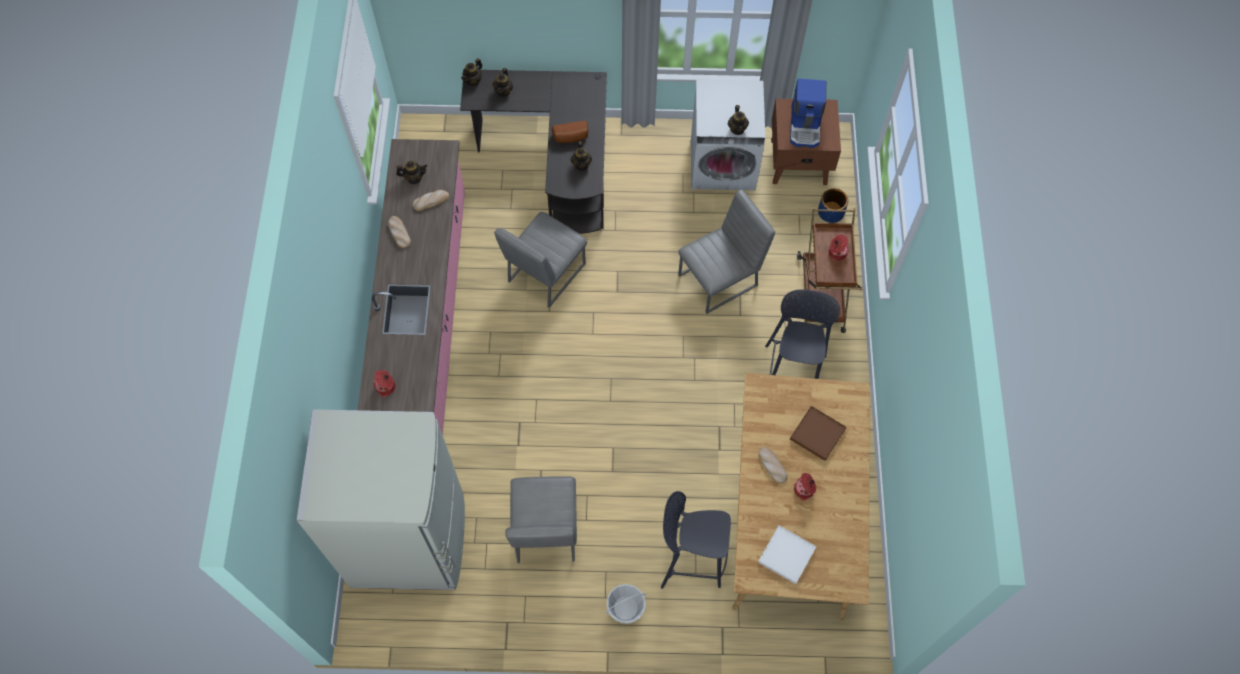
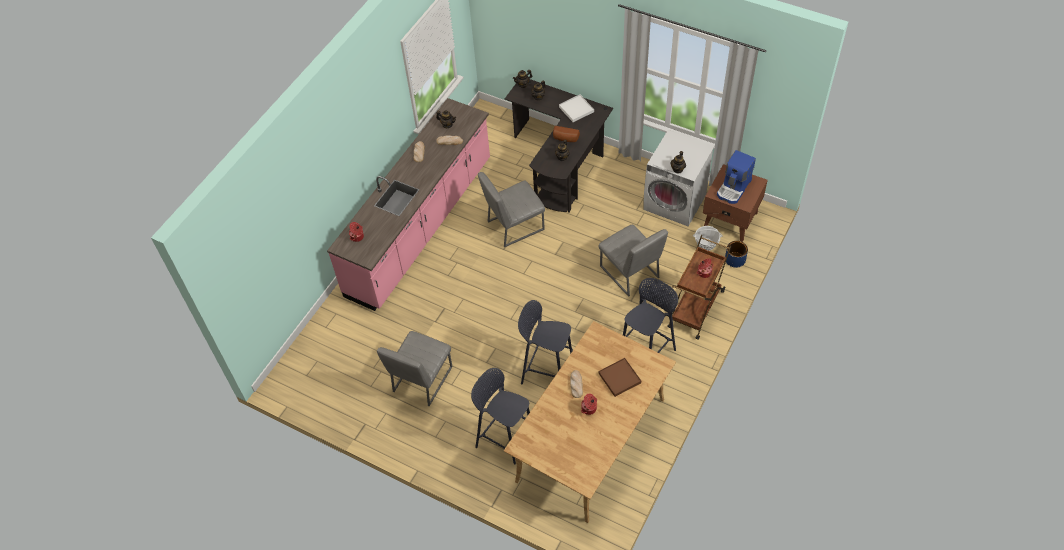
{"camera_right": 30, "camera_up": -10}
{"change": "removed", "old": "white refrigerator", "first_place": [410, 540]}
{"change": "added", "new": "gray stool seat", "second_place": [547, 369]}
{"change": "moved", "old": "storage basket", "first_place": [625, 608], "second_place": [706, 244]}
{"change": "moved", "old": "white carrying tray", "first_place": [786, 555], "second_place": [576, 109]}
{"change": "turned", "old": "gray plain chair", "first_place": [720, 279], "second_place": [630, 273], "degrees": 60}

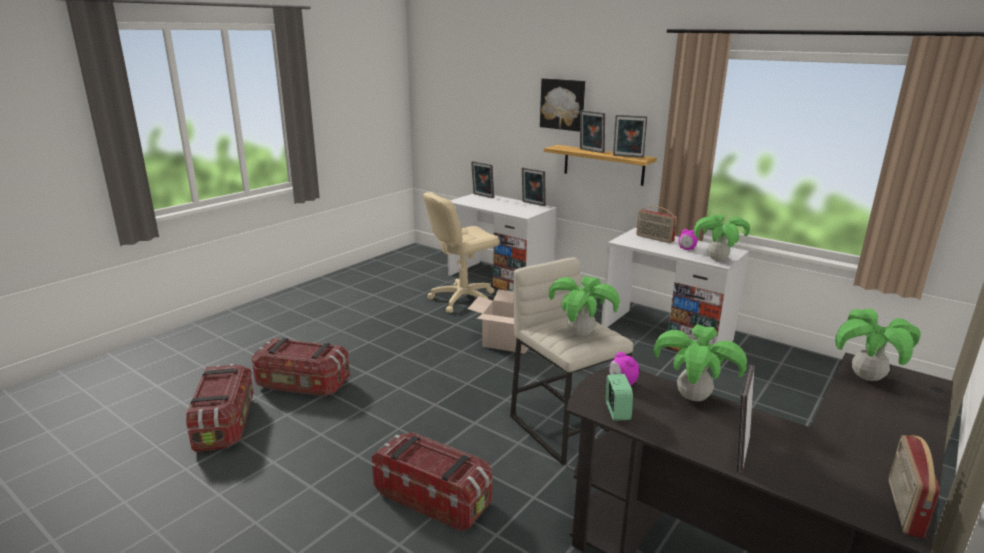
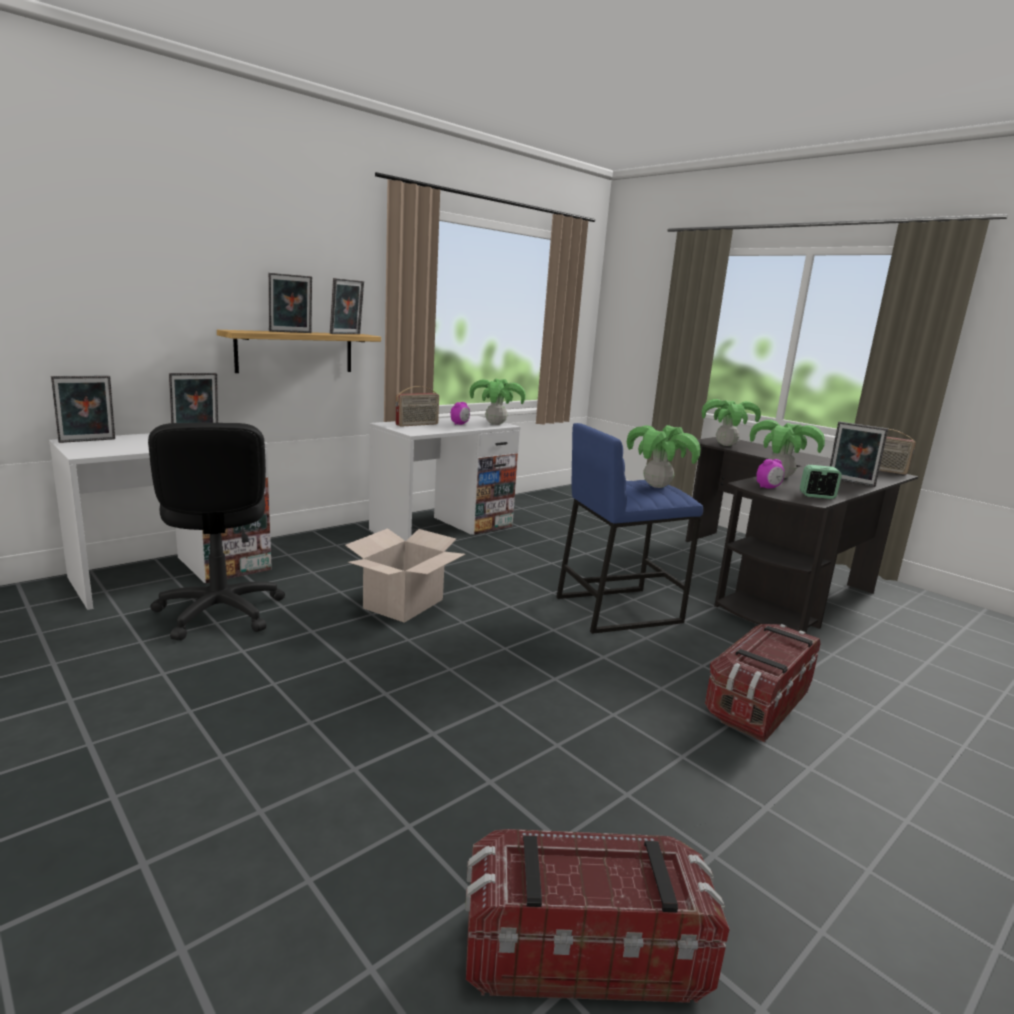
{"camera_right": -80, "camera_up": -5}
{"change": "removed", "old": "storage bin", "first_place": [302, 385]}
{"change": "removed", "old": "picture", "first_place": [563, 104]}
{"change": "recoloured", "old": "sand-coloured desk chair", "new": "blackish desk chair", "first_place": [463, 299], "second_place": [219, 612]}
{"change": "recoloured", "old": "sand-coloured stool seat", "new": "blue-coloured stool seat", "first_place": [564, 428], "second_place": [618, 609]}

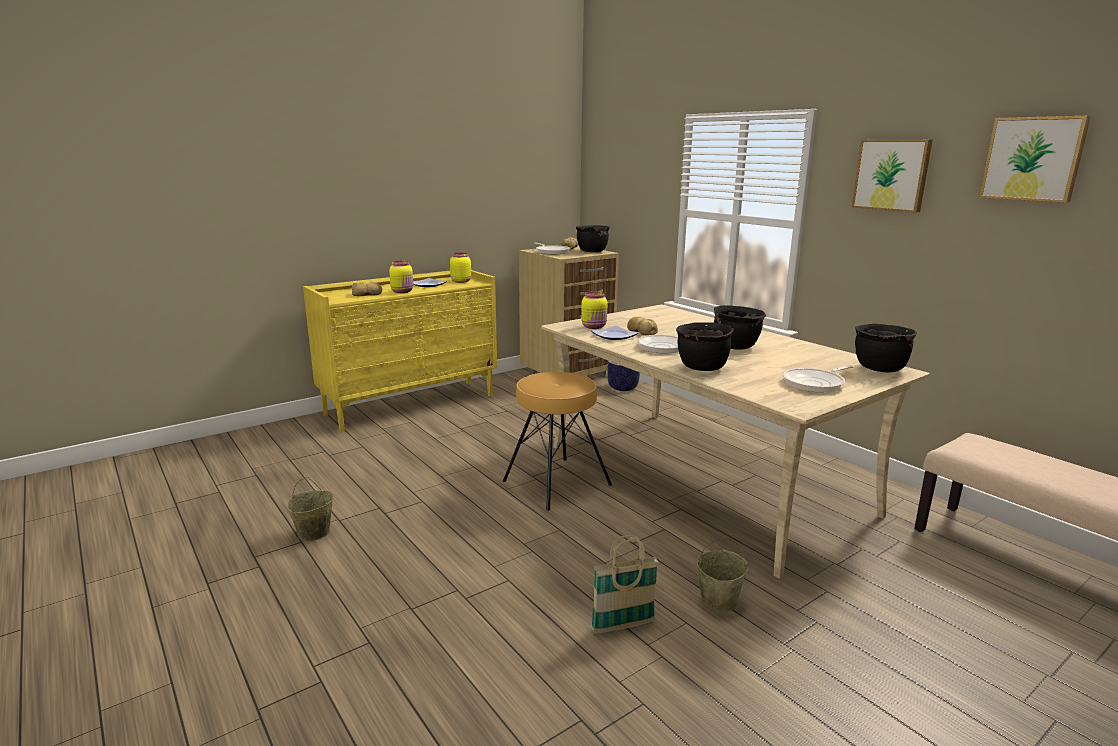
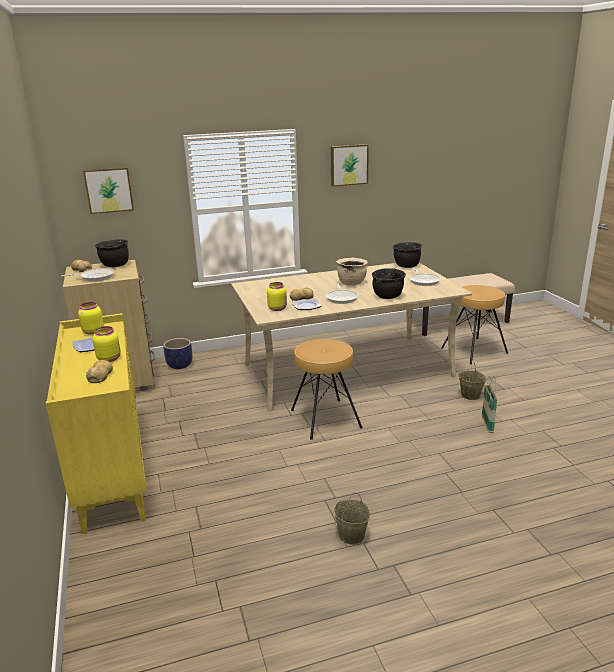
{"camera_right": -70, "camera_up": 5}
{"change": "added", "new": "brown-coloured stool seat", "second_place": [474, 351]}
{"change": "moved", "old": "picture", "first_place": [1033, 159], "second_place": [109, 190]}
{"change": "recoloured", "old": "blackish cooking pot", "new": "sand-coloured cooking pot", "first_place": [735, 346], "second_place": [351, 283]}

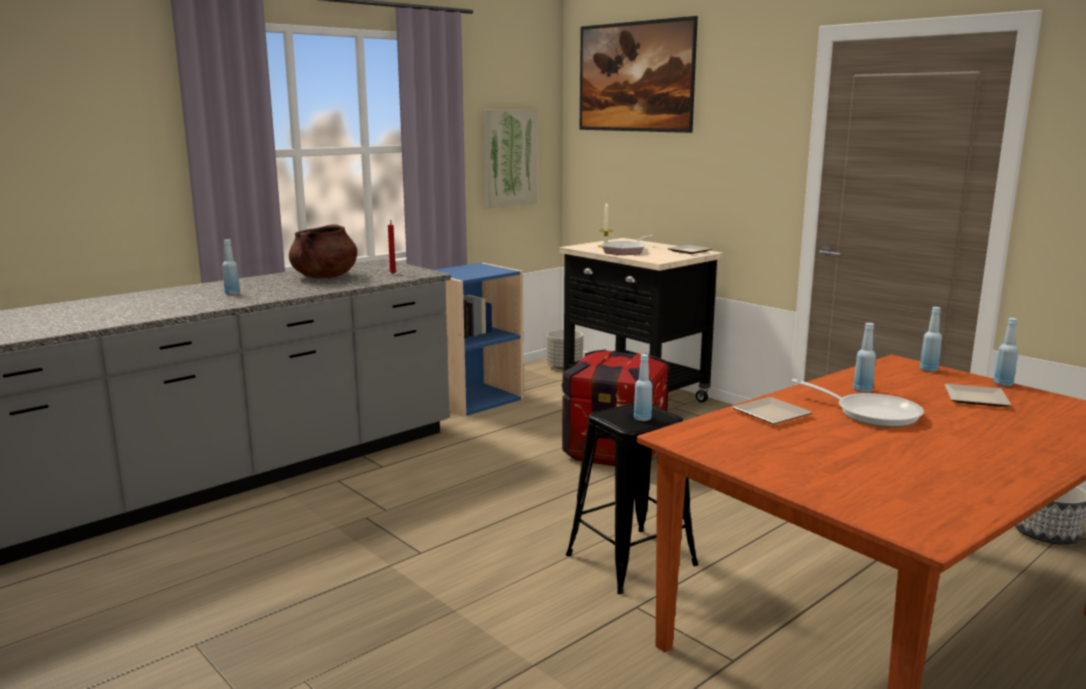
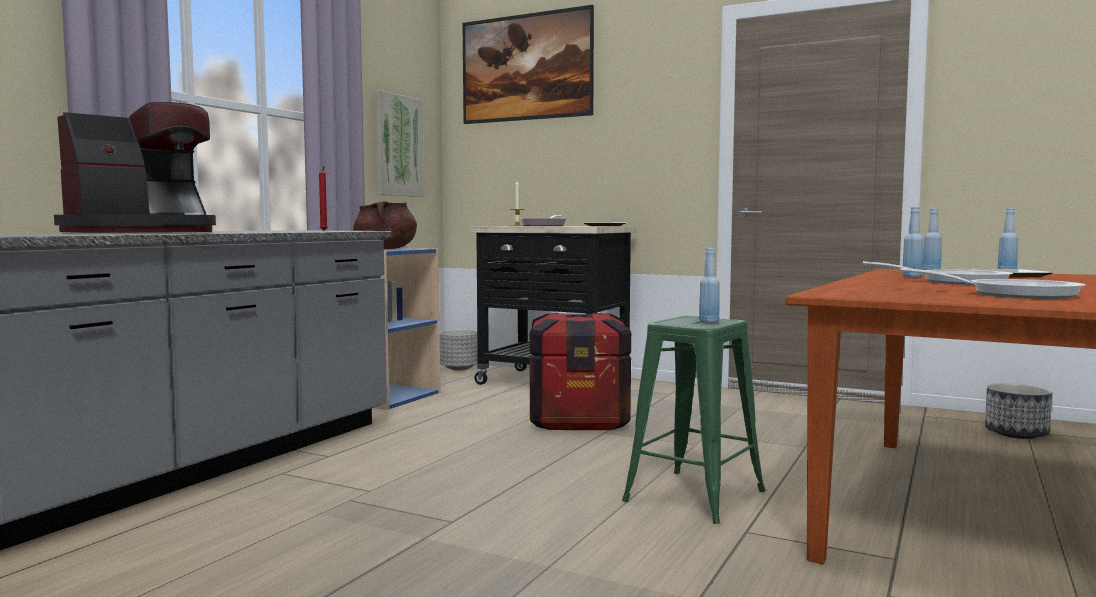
{"camera_right": -20, "camera_up": -10}
{"change": "removed", "old": "dinner plate", "first_place": [771, 413]}
{"change": "added", "new": "frying pan", "second_place": [1012, 294]}
{"change": "moved", "old": "brown-coloured cooking pot", "first_place": [324, 277], "second_place": [385, 249]}
{"change": "replaced", "old": "blue-coloured beverage bottle", "new": "coffee brewer", "first_place": [232, 294], "second_place": [143, 232]}
{"change": "recoloured", "old": "blackish stool seat", "new": "green stool seat", "first_place": [631, 560], "second_place": [694, 496]}

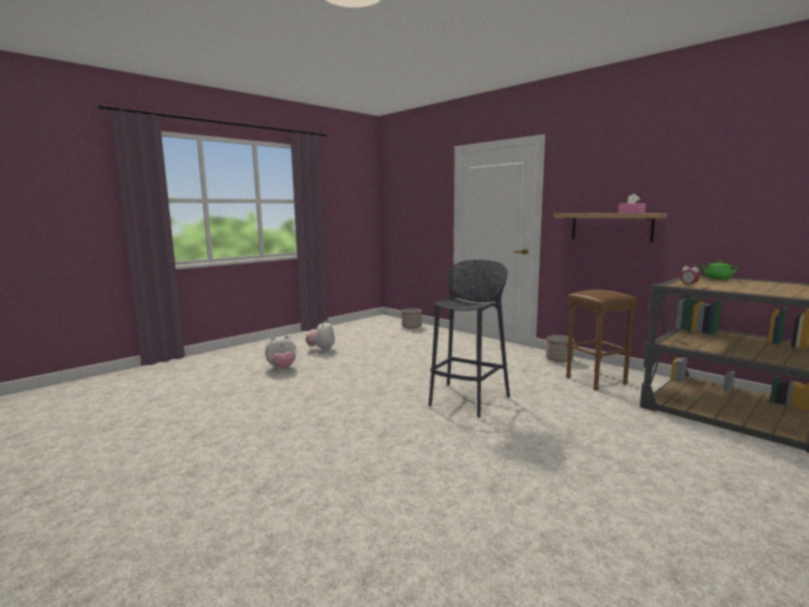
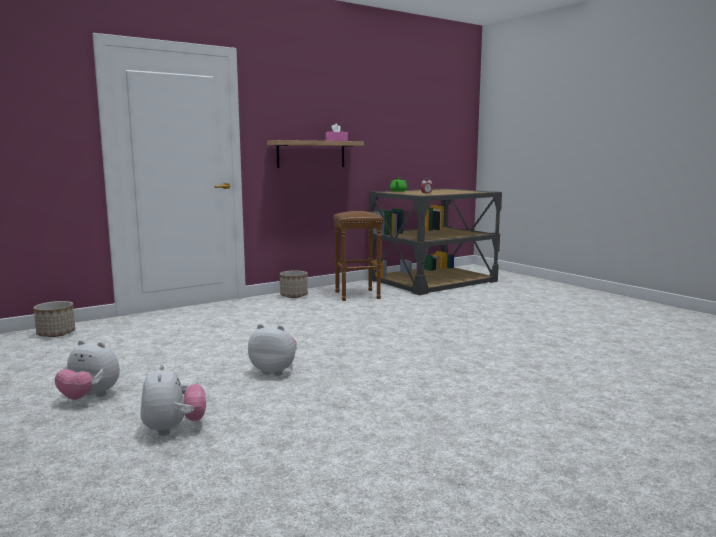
{"camera_right": -80, "camera_up": 0}
{"change": "removed", "old": "gray stool seat", "first_place": [467, 399]}
{"change": "added", "new": "soft toy", "second_place": [274, 371]}

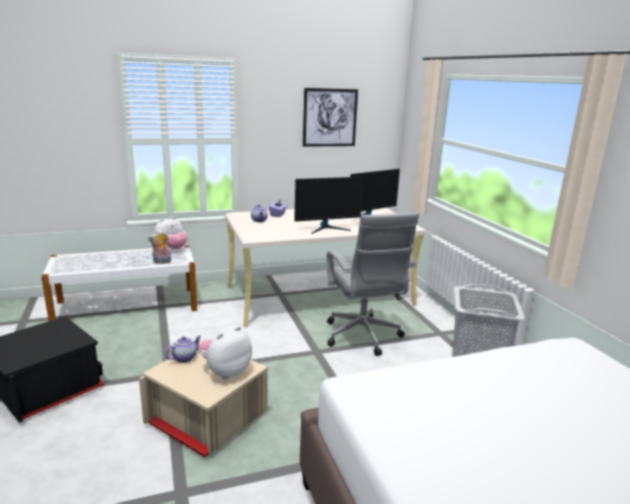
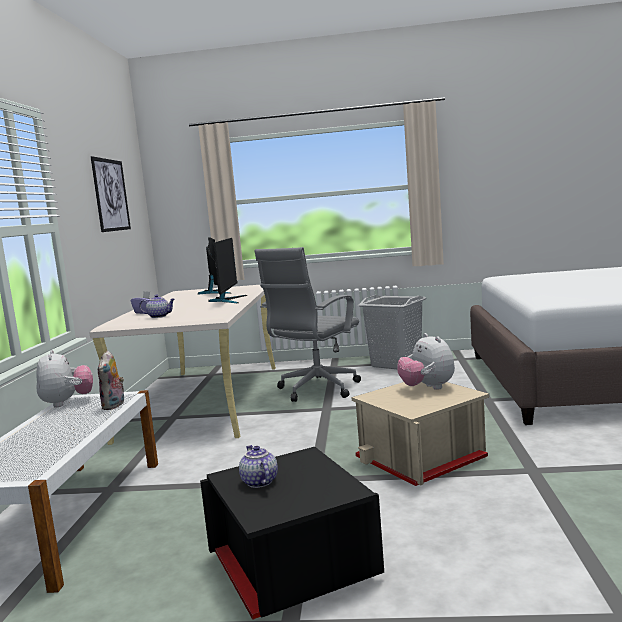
{"camera_right": -65, "camera_up": -10}
{"change": "moved", "old": "tea pot", "first_place": [184, 358], "second_place": [258, 482]}
{"change": "turned", "old": "gray desk chair", "first_place": [363, 337], "second_place": [316, 390], "degrees": 120}

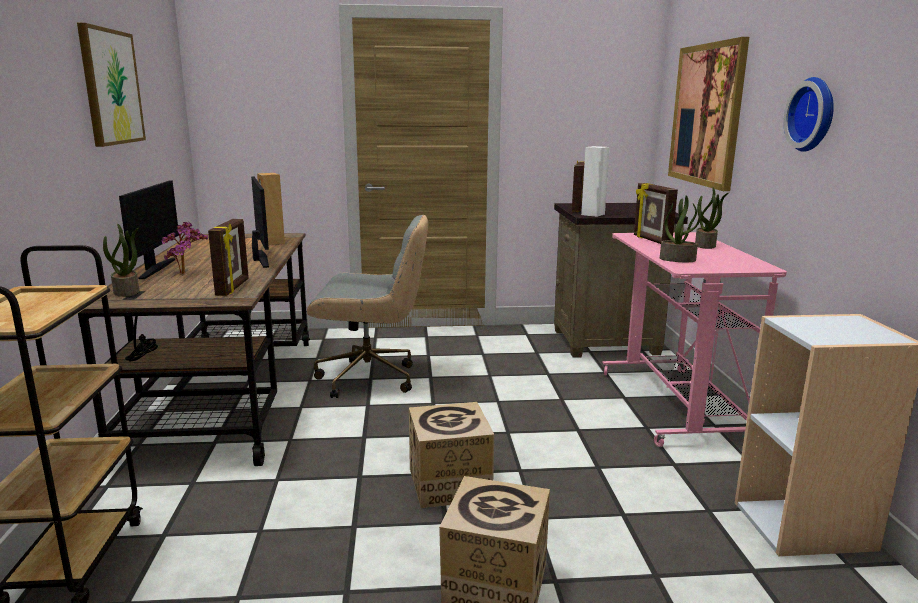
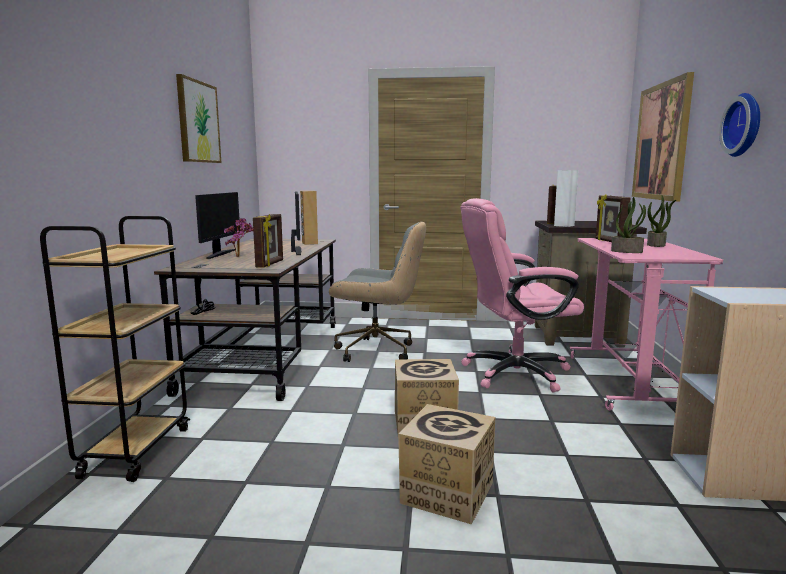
{"camera_right": 10, "camera_up": -5}
{"change": "removed", "old": "plant in a pot", "first_place": [127, 292]}
{"change": "added", "new": "pink-coloured desk chair", "second_place": [516, 373]}

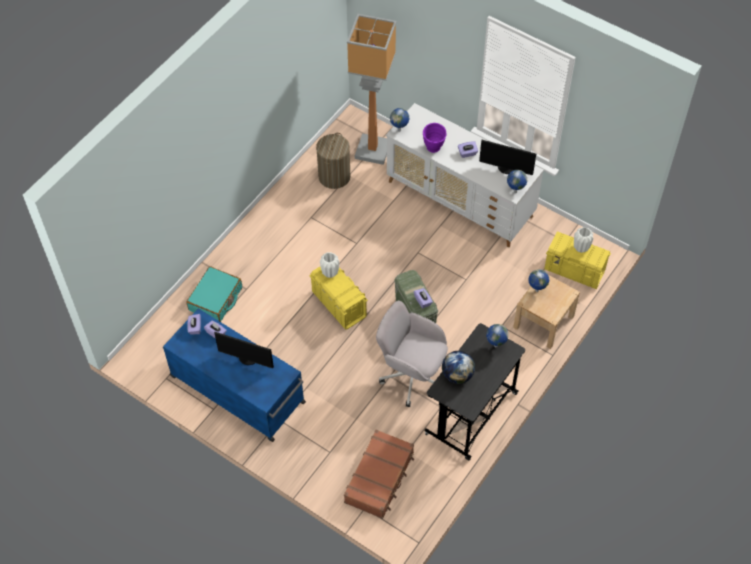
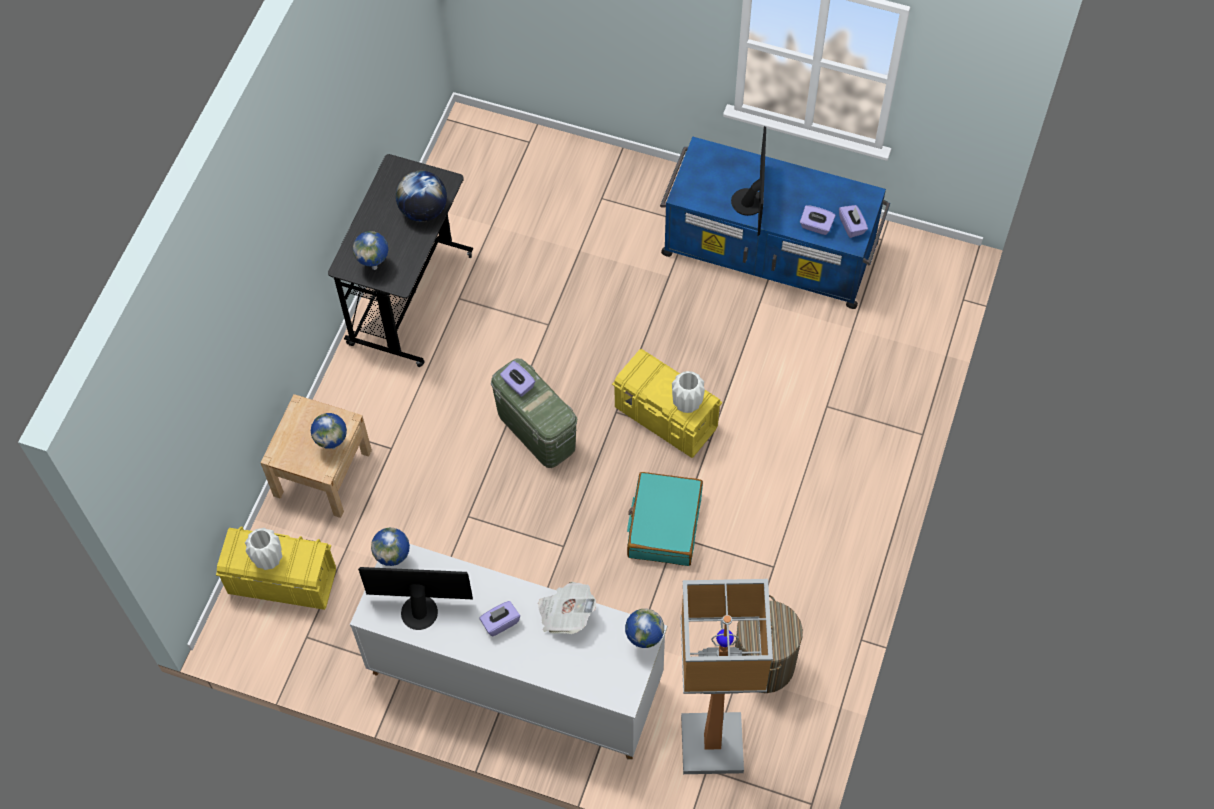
{"camera_right": 165, "camera_up": 5}
{"change": "removed", "old": "brown-coloured suitcase", "first_place": [380, 478]}
{"change": "removed", "old": "gray desk chair", "first_place": [411, 377]}
{"change": "moved", "old": "turquoise suitcase", "first_place": [216, 299], "second_place": [664, 525]}
{"change": "replaced", "old": "purple-coloured flower vase", "new": "printed paper", "first_place": [434, 150], "second_place": [565, 614]}
{"change": "turned", "old": "computer screen", "first_place": [248, 358], "second_place": [751, 202], "degrees": 90}

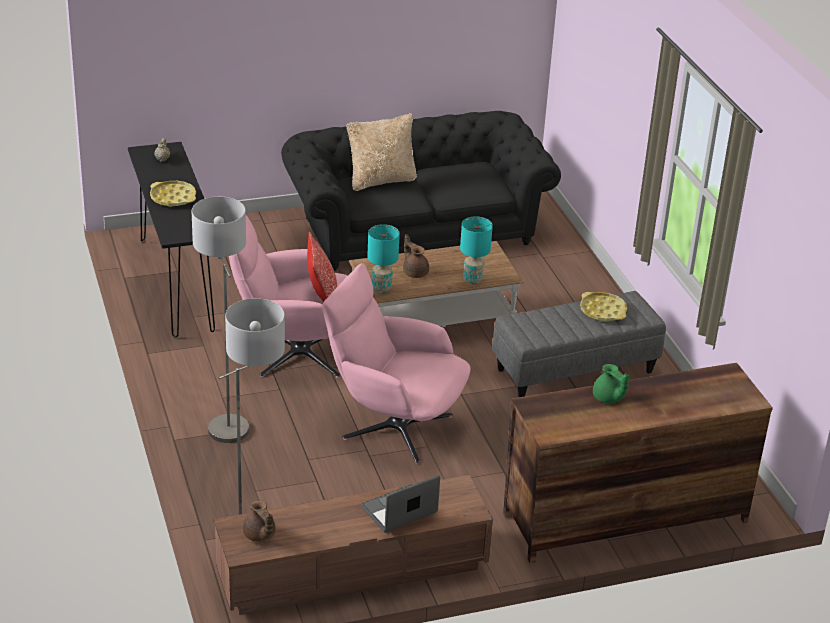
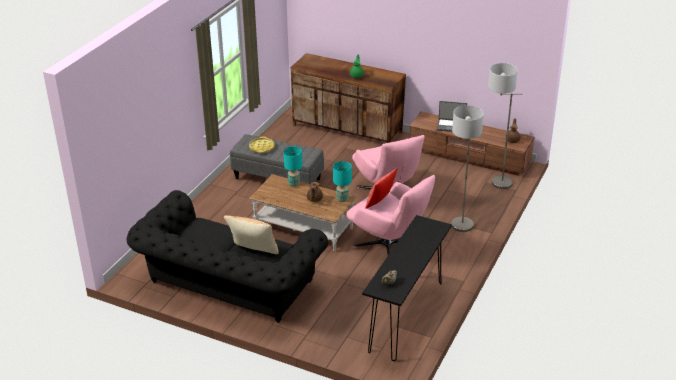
{"camera_right": -135, "camera_up": 0}
{"change": "removed", "old": "yellow-coloured carrying tray", "first_place": [173, 198]}

